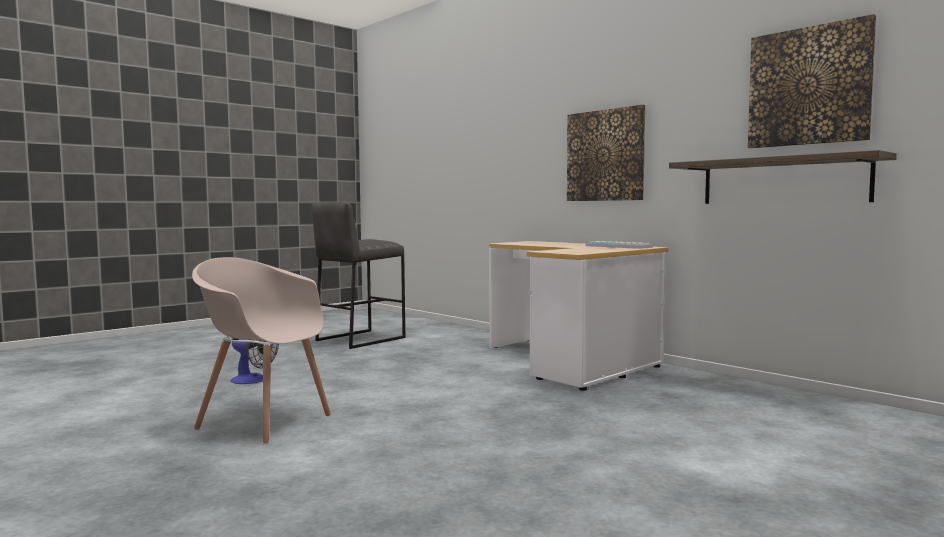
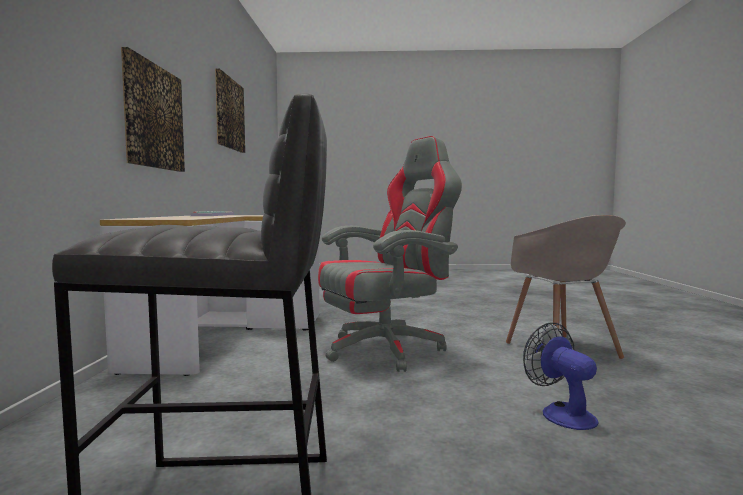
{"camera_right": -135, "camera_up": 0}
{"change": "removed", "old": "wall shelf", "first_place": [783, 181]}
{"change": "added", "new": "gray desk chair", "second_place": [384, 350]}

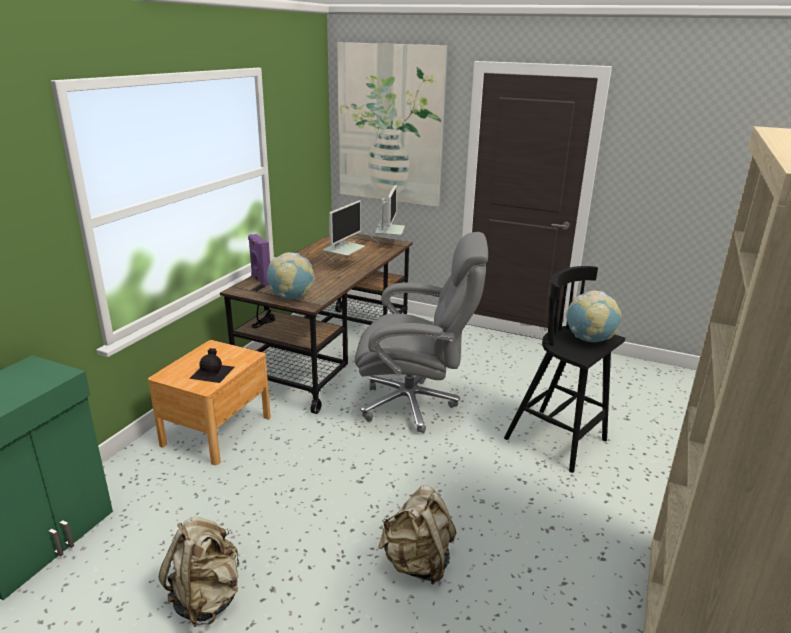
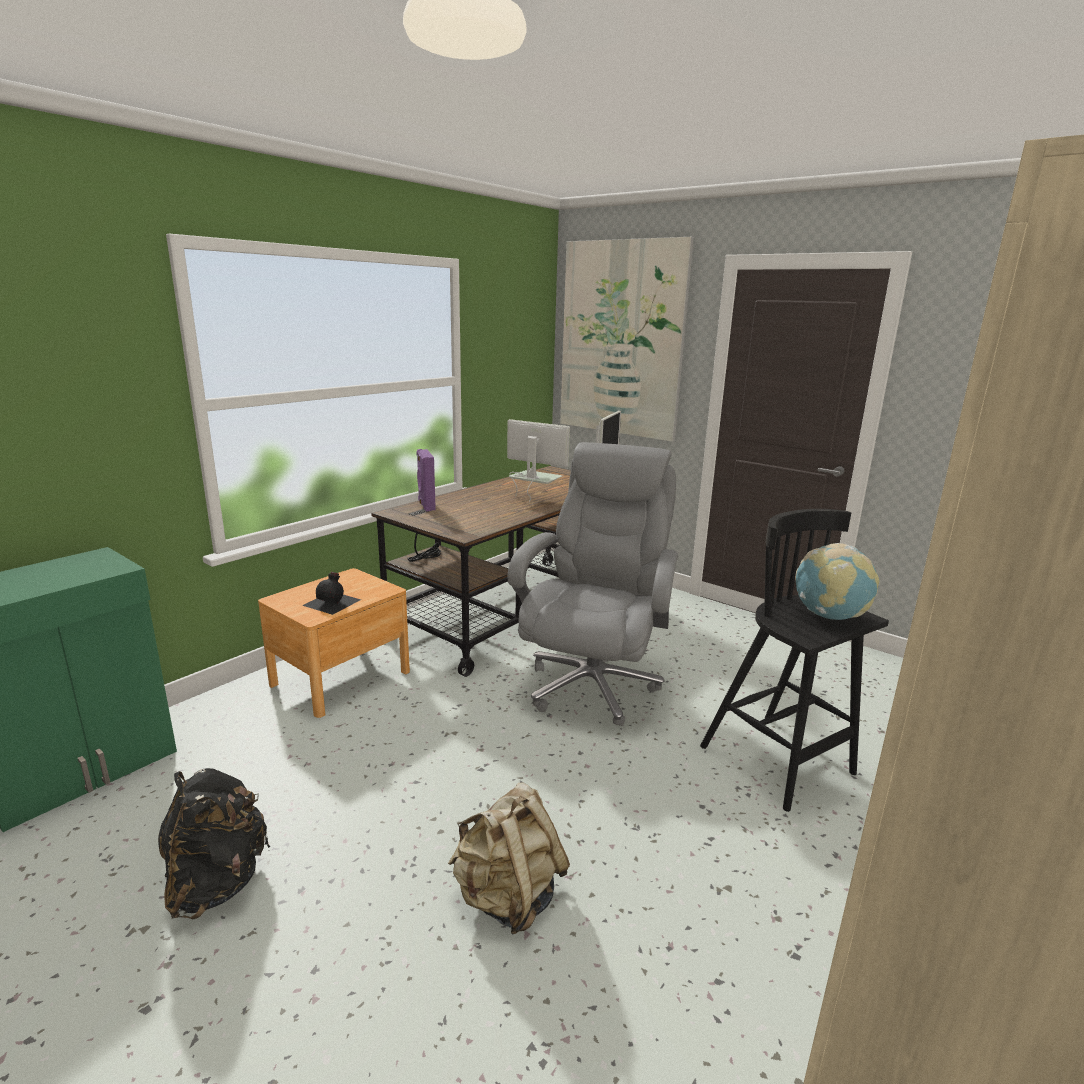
{"camera_right": 15, "camera_up": -5}
{"change": "removed", "old": "globe", "first_place": [291, 297]}
{"change": "recoloured", "old": "sand-coloured rucksack", "new": "blackish rucksack", "first_place": [207, 598], "second_place": [217, 883]}
{"change": "turned", "old": "computer screen", "first_place": [343, 266], "second_place": [534, 500], "degrees": -105}
{"change": "turned", "old": "gray desk chair", "first_place": [414, 405], "second_place": [593, 685], "degrees": -90}

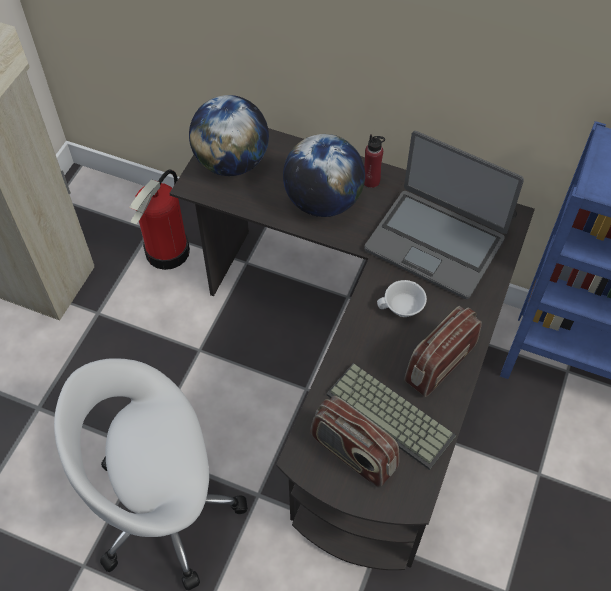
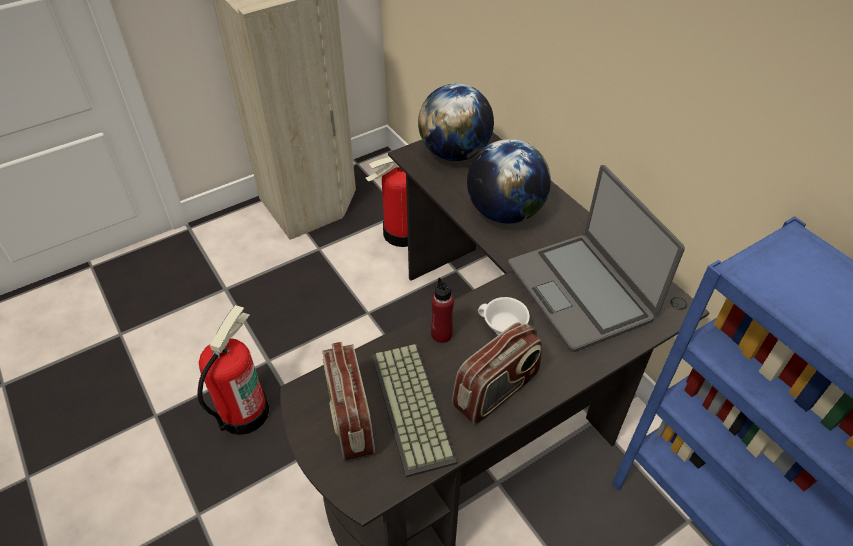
{"camera_right": 35, "camera_up": -10}
{"change": "moved", "old": "red beverage bottle", "first_place": [371, 181], "second_place": [441, 334]}
{"change": "replaced", "old": "white desk chair", "new": "fire-fighting cylinder", "first_place": [164, 509], "second_place": [243, 411]}
{"change": "turned", "old": "radio", "first_place": [439, 364], "second_place": [496, 391], "degrees": 150}

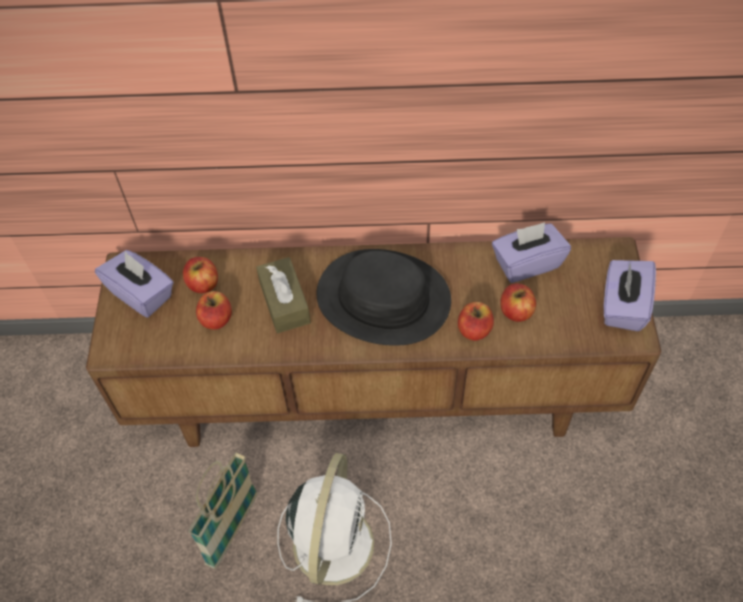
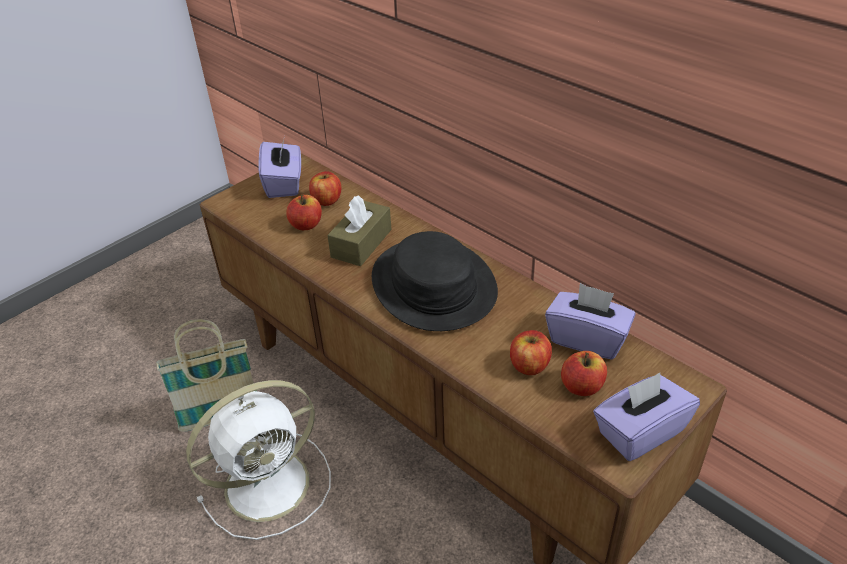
{"camera_right": 45, "camera_up": -15}
{"change": "moved", "old": "apple fruit", "first_place": [474, 330], "second_place": [582, 386]}

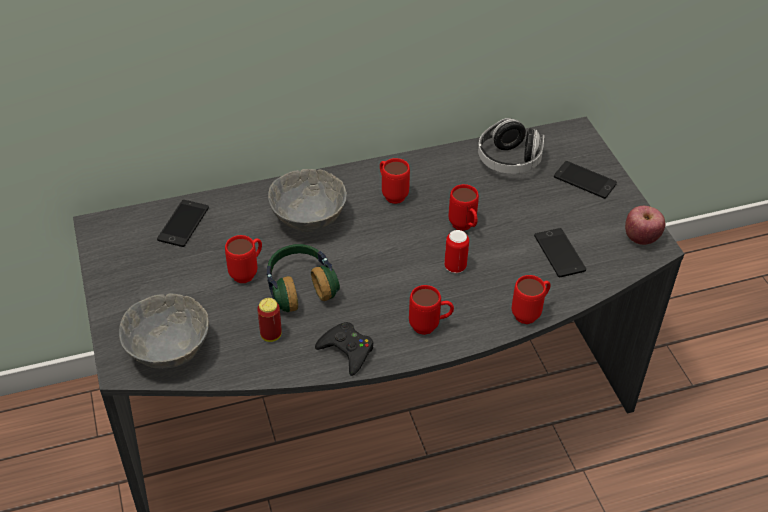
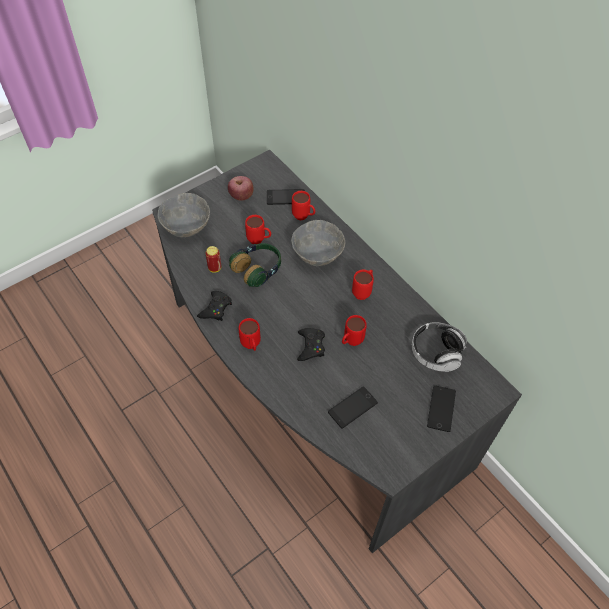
{"camera_right": 70, "camera_up": 10}
{"change": "moved", "old": "red mug", "first_place": [530, 313], "second_place": [304, 217]}
{"change": "moved", "old": "apple fruit", "first_place": [641, 238], "second_place": [241, 196]}
{"change": "replaced", "old": "can", "new": "blackish joypad", "first_place": [455, 266], "second_place": [311, 346]}

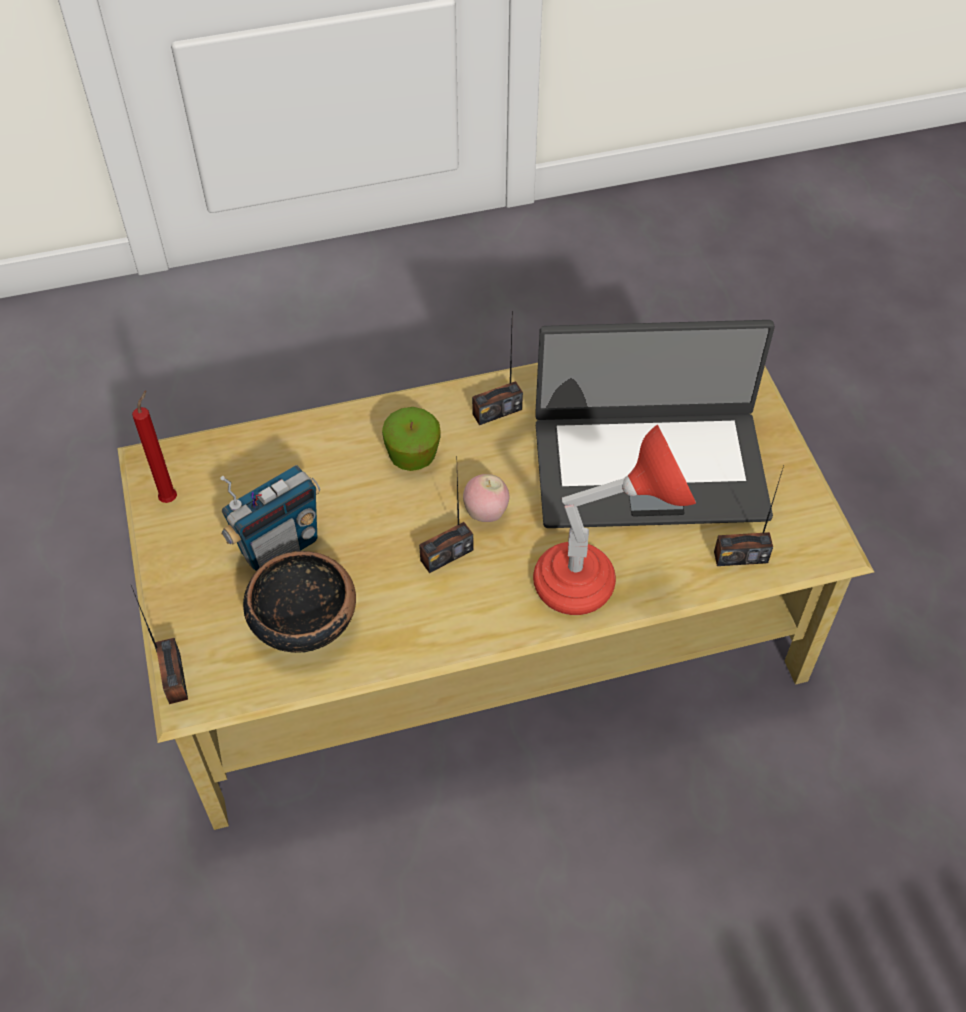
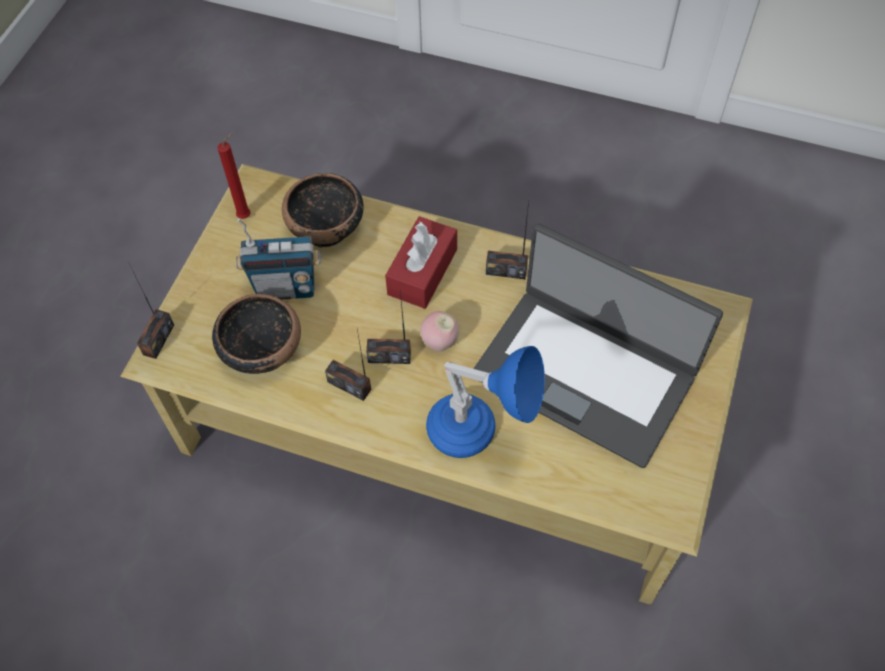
{"camera_right": 35, "camera_up": 5}
{"change": "added", "new": "serving bowl", "second_place": [326, 228]}
{"change": "moved", "old": "radio", "first_place": [740, 557], "second_place": [349, 385]}
{"change": "replaced", "old": "apple fruit", "new": "red tissue box", "first_place": [413, 455], "second_place": [422, 272]}
{"change": "recoloured", "old": "red lamp for a table", "new": "blue-coloured lamp for a table", "first_place": [599, 581], "second_place": [478, 438]}

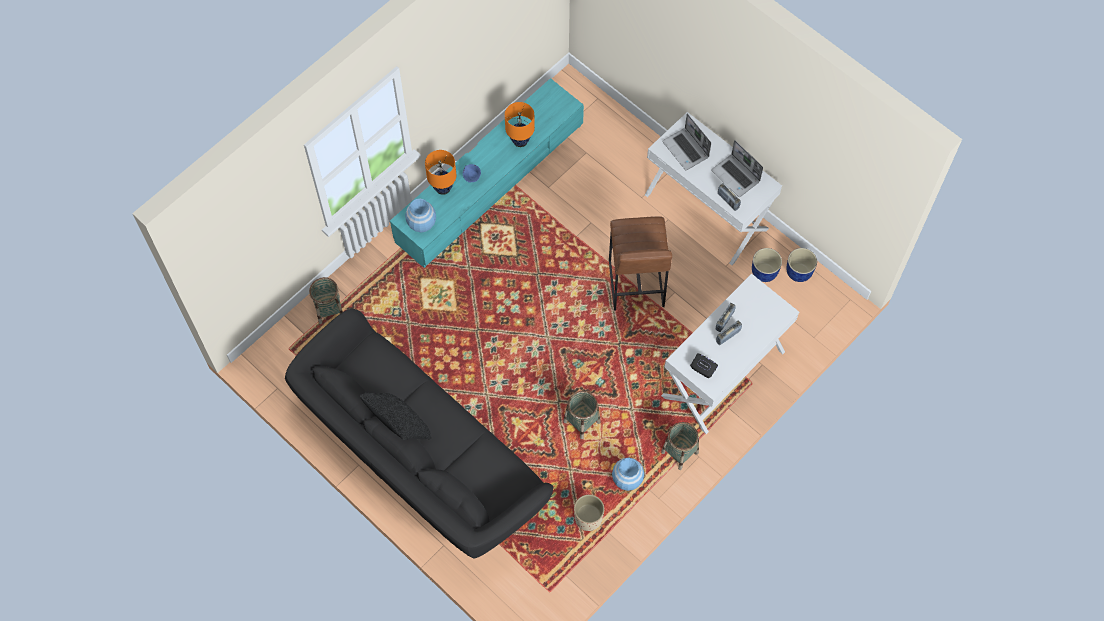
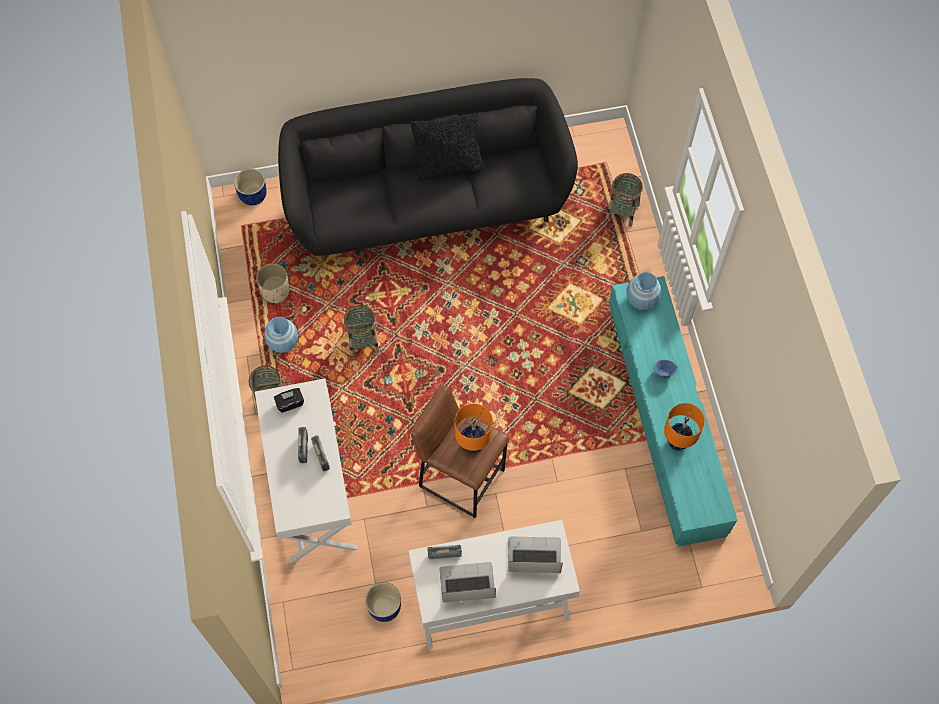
{"camera_right": 125, "camera_up": 0}
{"change": "moved", "old": "orange lamp for a table", "first_place": [443, 188], "second_place": [473, 444]}
{"change": "moved", "old": "blue-coloured plant pot", "first_place": [798, 272], "second_place": [253, 195]}

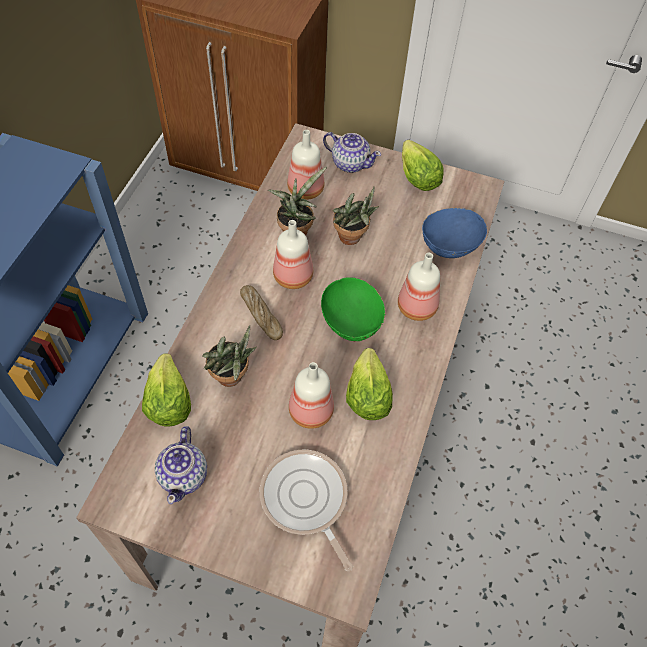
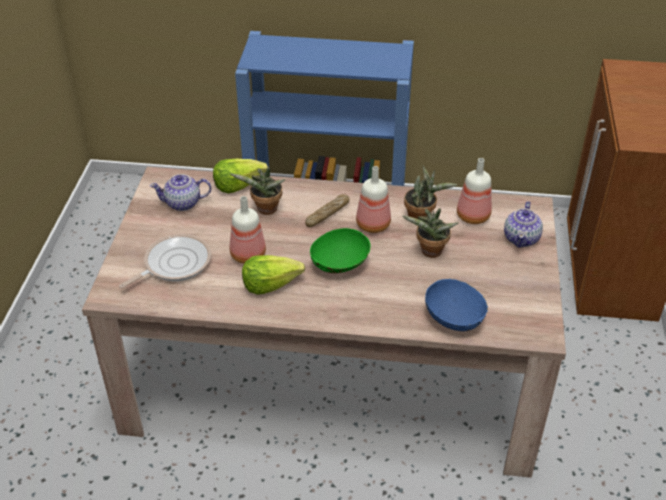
{"camera_right": 80, "camera_up": -15}
{"change": "removed", "old": "beverage bottle", "first_place": [417, 306]}
{"change": "removed", "old": "head of lettuce", "first_place": [417, 177]}

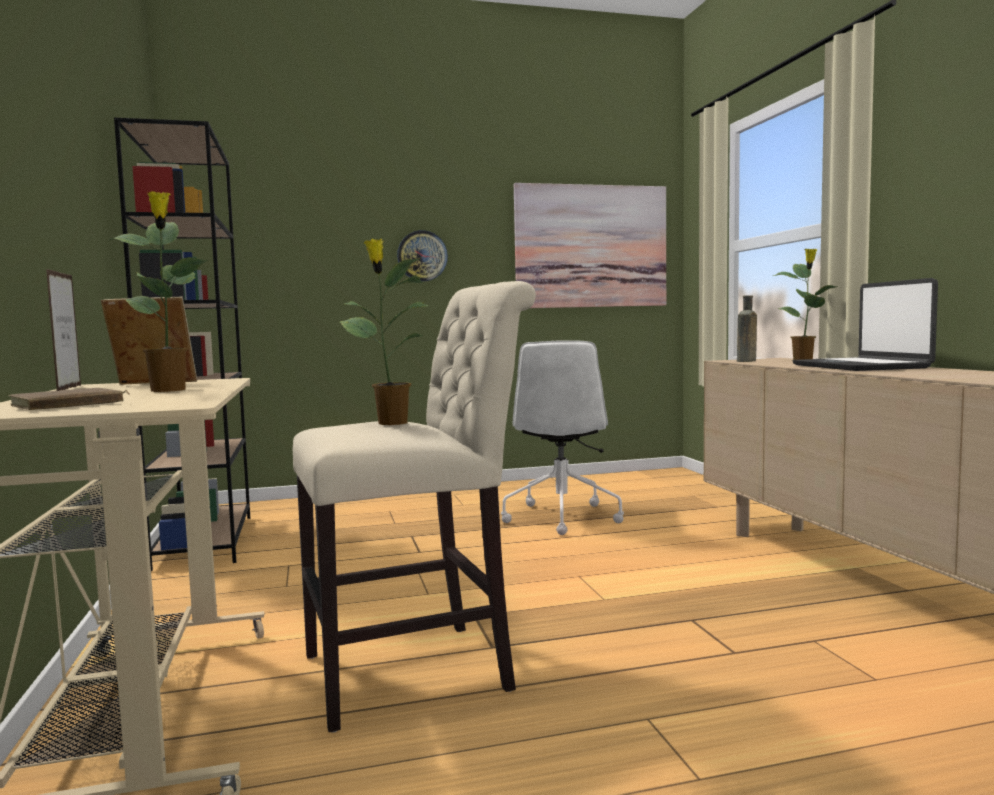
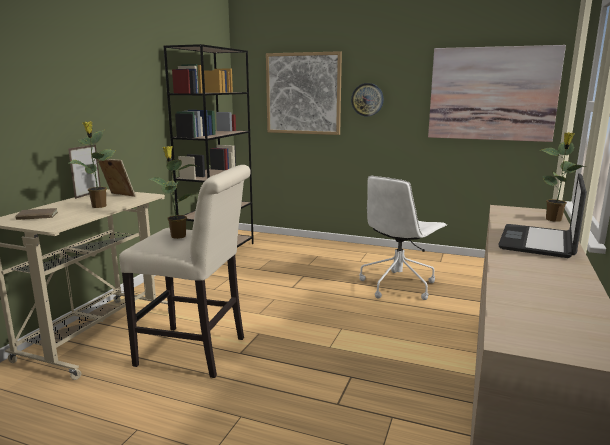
{"camera_right": 35, "camera_up": 10}
{"change": "removed", "old": "brown-coloured beverage bottle", "first_place": [746, 361]}
{"change": "added", "new": "picture", "second_place": [303, 93]}

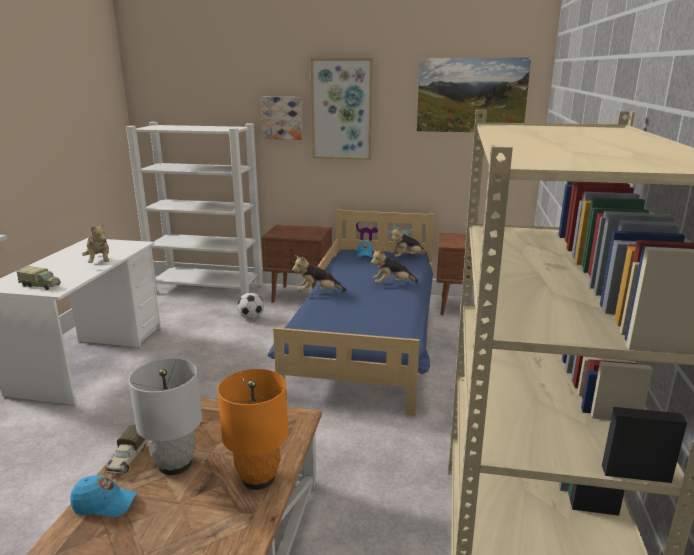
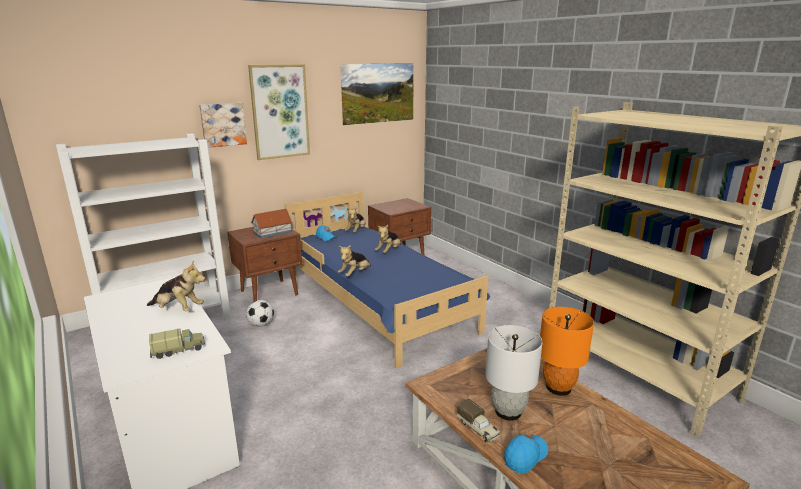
{"camera_right": -45, "camera_up": 0}
{"change": "added", "new": "miniature house", "second_place": [272, 232]}

